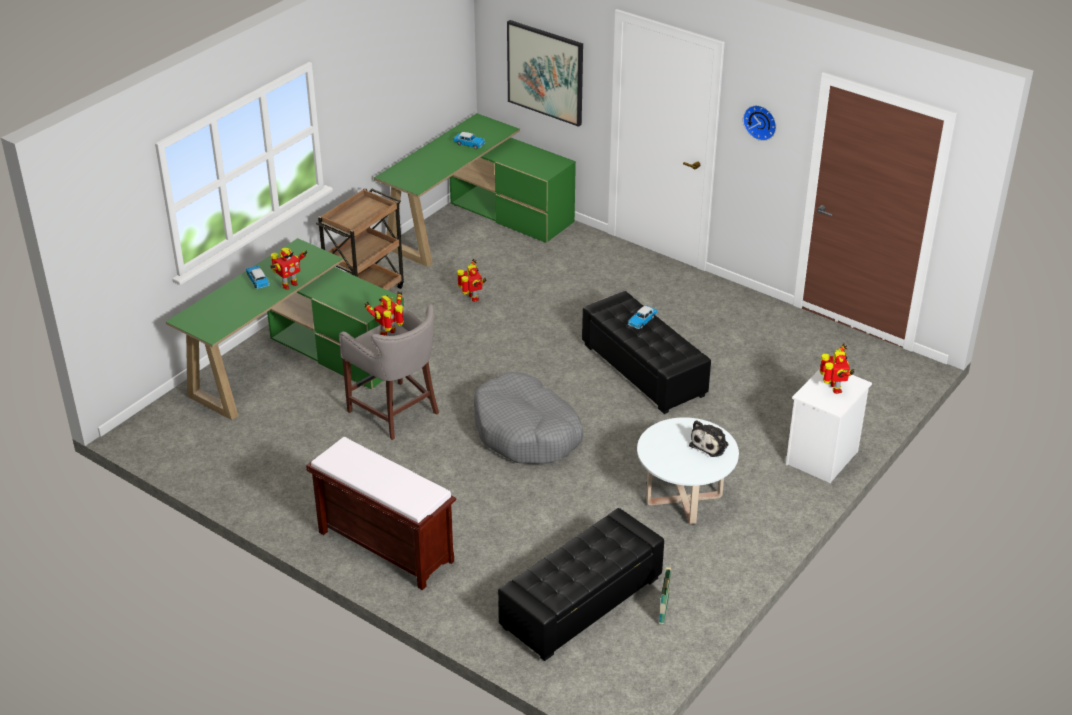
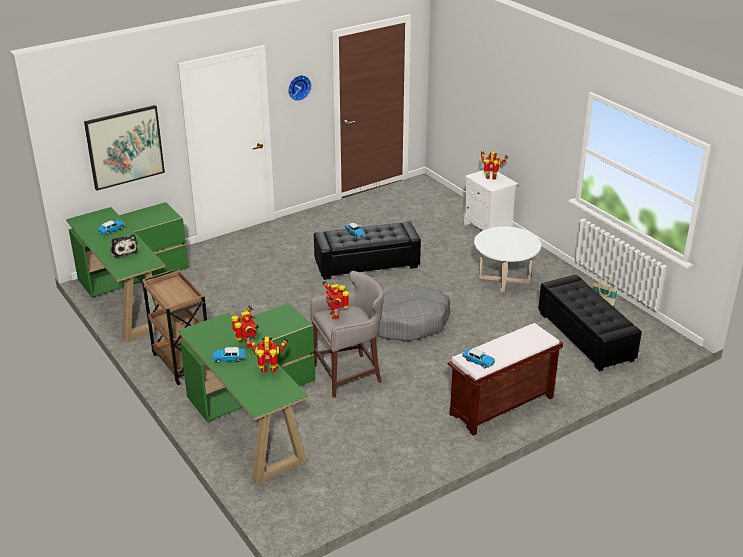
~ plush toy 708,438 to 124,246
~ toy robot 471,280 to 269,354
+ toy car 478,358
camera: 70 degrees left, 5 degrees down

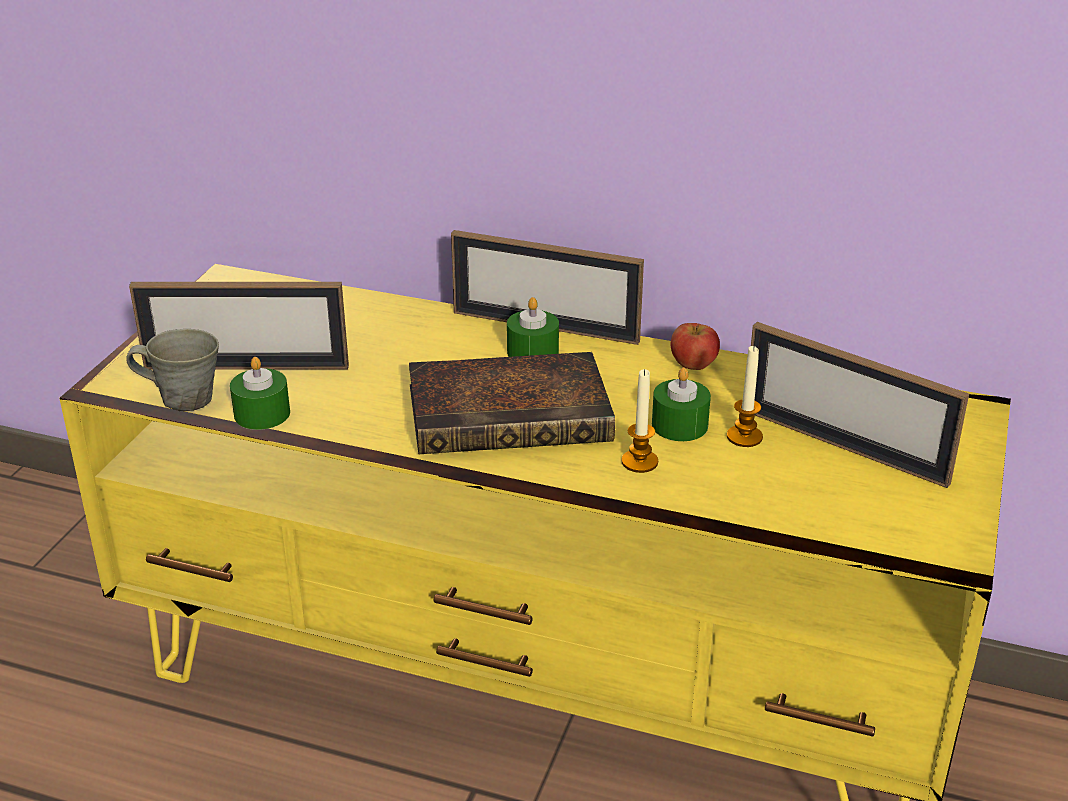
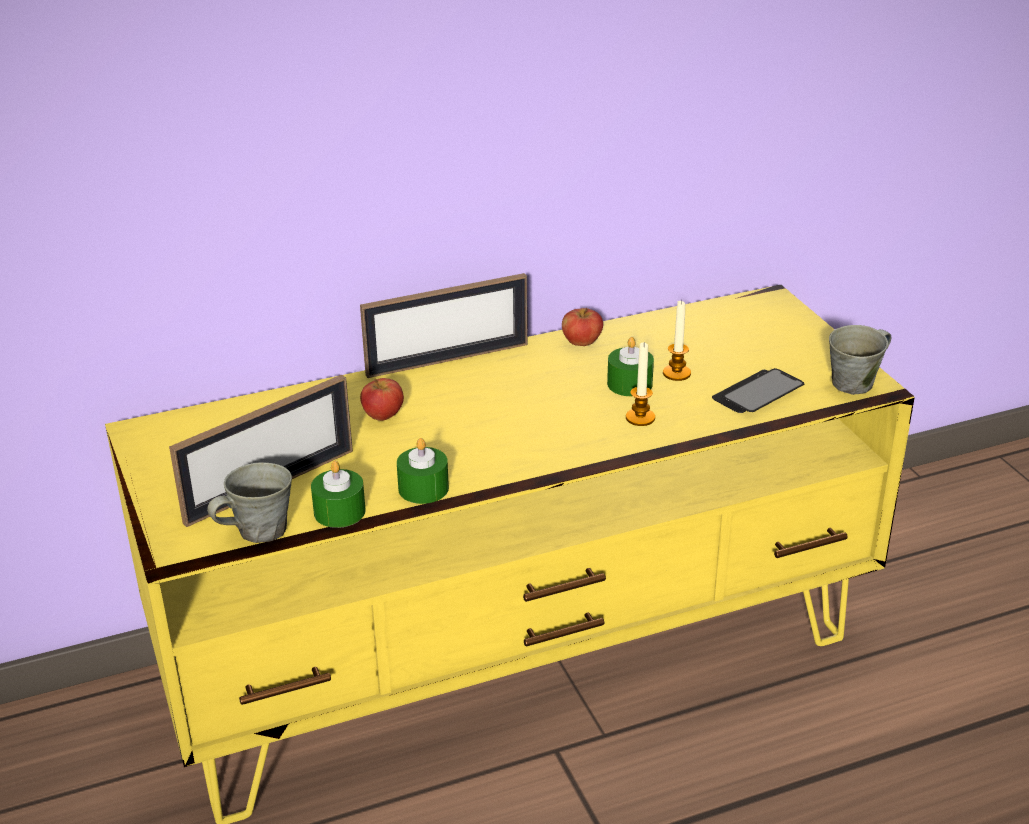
+ apple 382,399
~ candle/green 533,327 to 423,471
+ phone 758,390
+ mug/grey 860,360
- book 512,403
- picture frame 860,405
camera: 40 degrees left, 0 degrees up

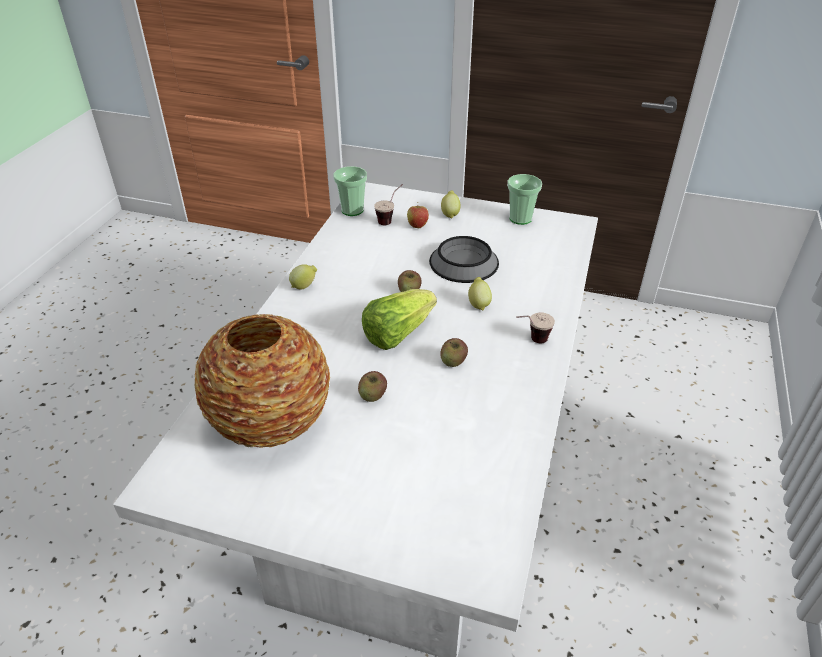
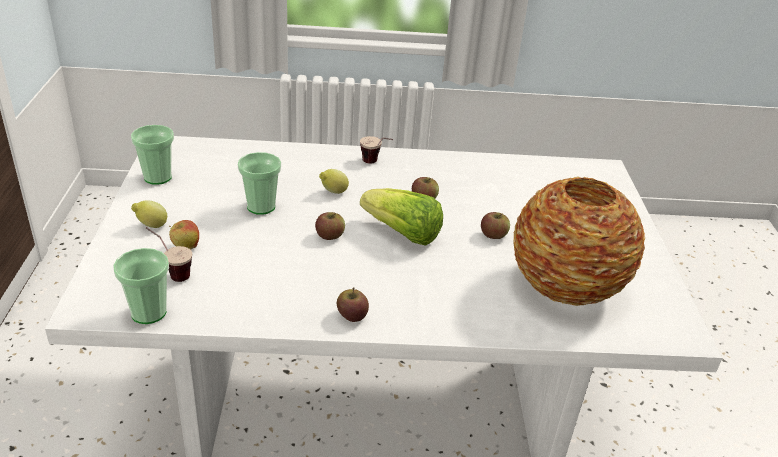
~ bowl 464,259 to cup 259,183
~ lemon 303,277 to apple 353,304
camera: 110 degrees left, 5 degrees down

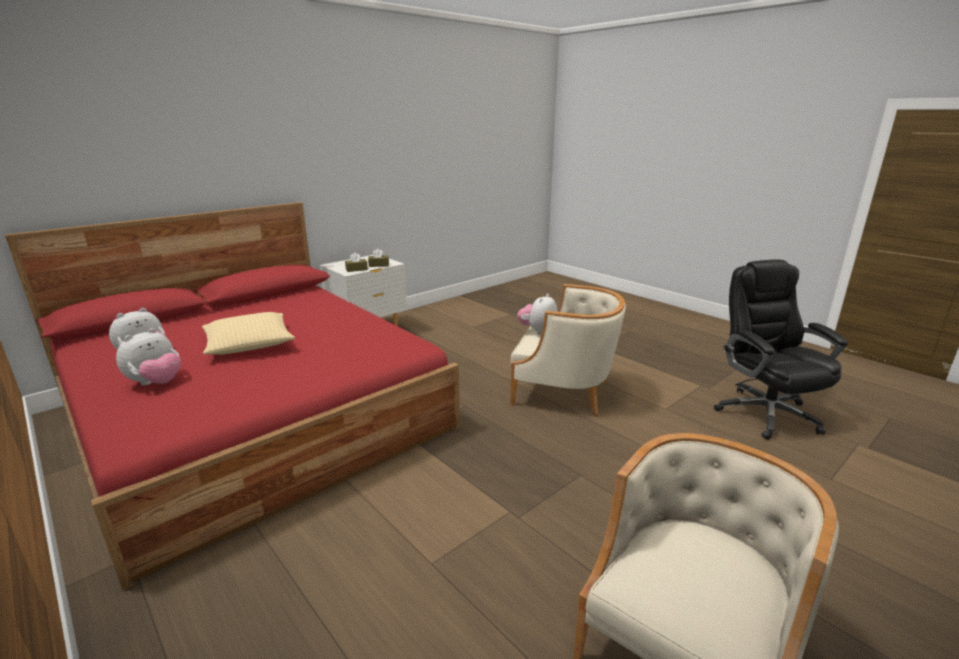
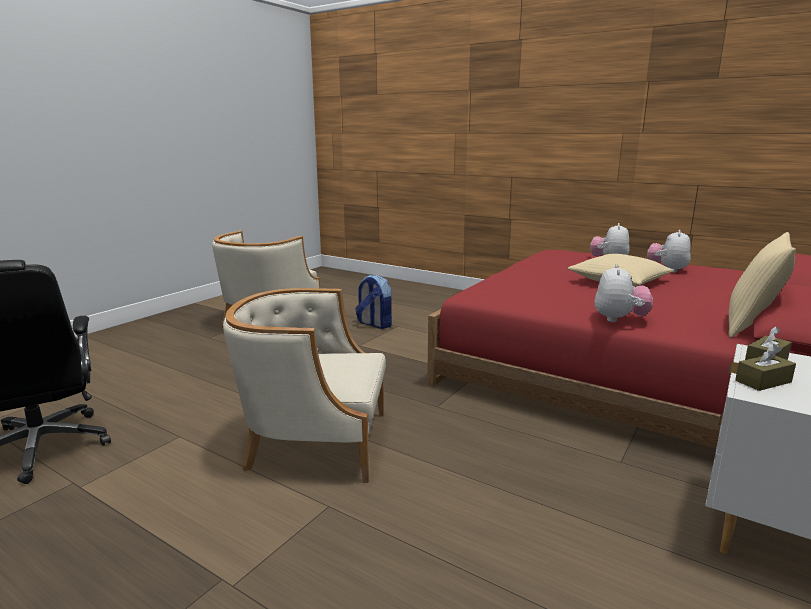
+ backpack 373,302
~ plush toy 537,314 to 624,293
+ pillow/beige 762,285
camera: 165 degrees right, 5 degrees down

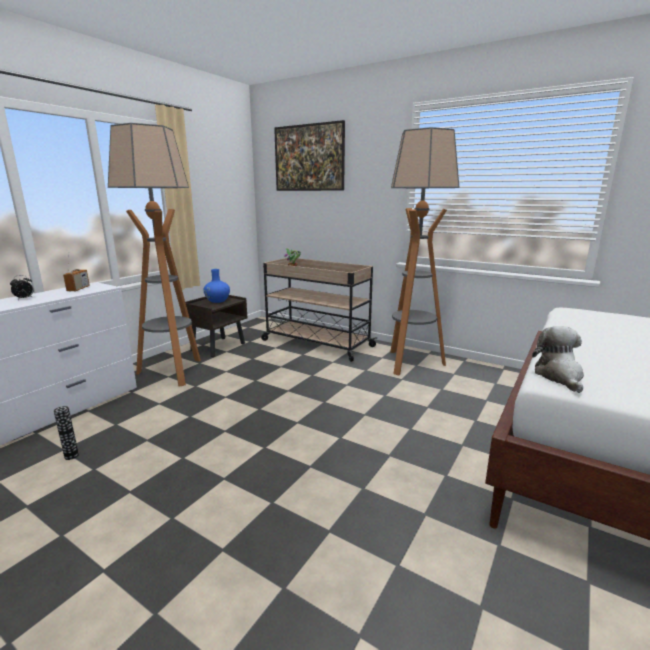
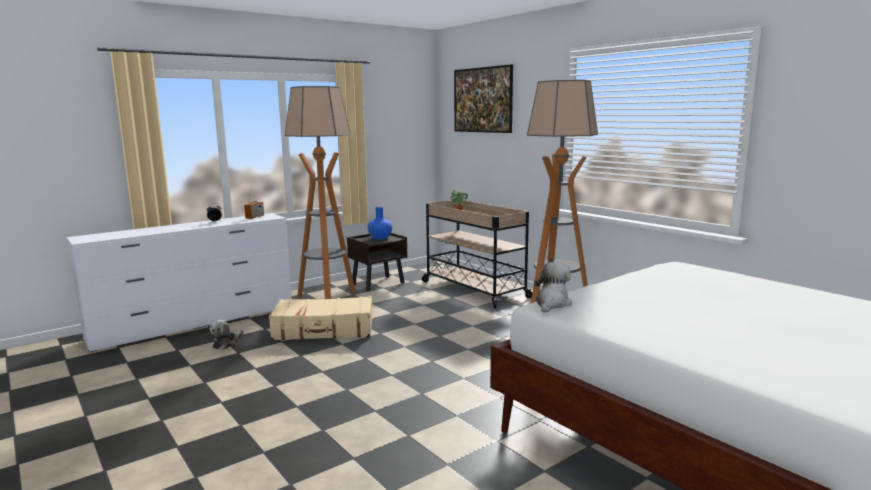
~ vase 66,433 to plush toy 226,335
+ suitcase/beige 321,318
camera: 20 degrees right, 5 degrees down

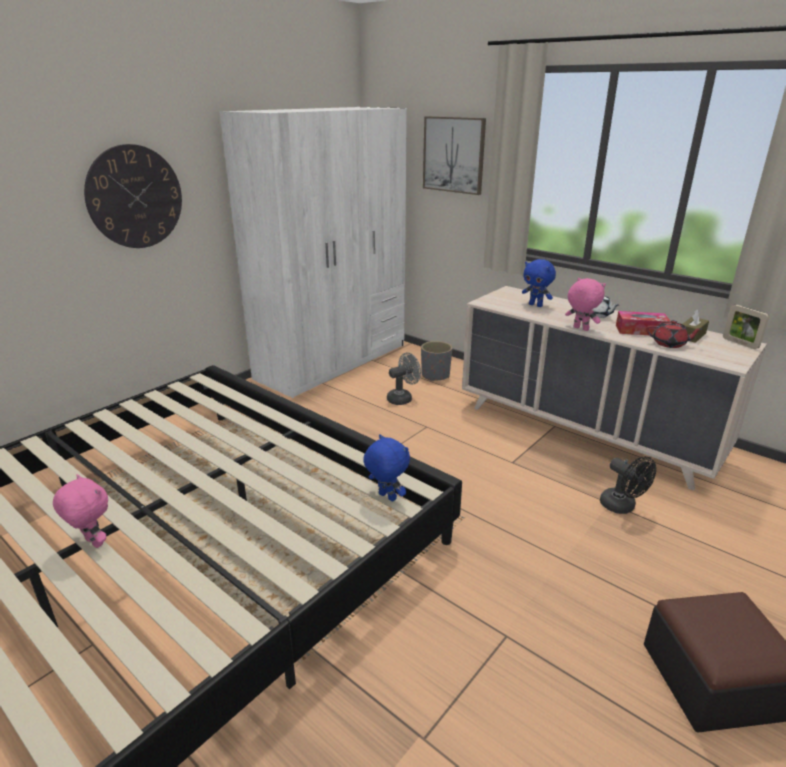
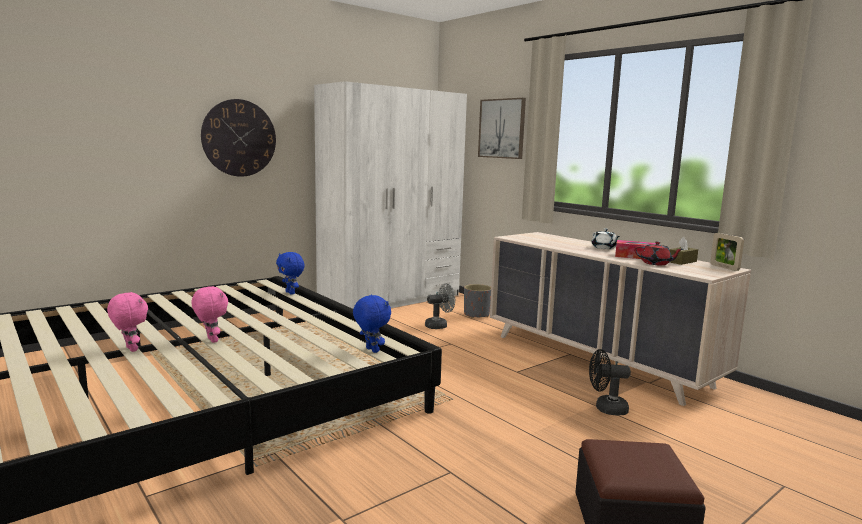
~ plush toy/pink 585,304 to 209,314
~ plush toy/blue 539,283 to 290,273
~ fan/black 628,485 = 610,382 120 degrees clockwise
camera: 10 degrees right, 15 degrees down

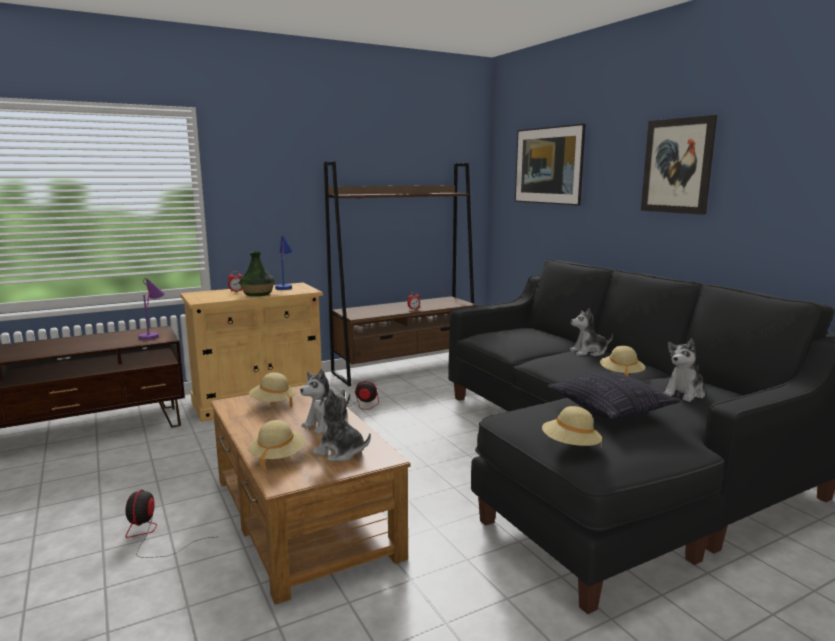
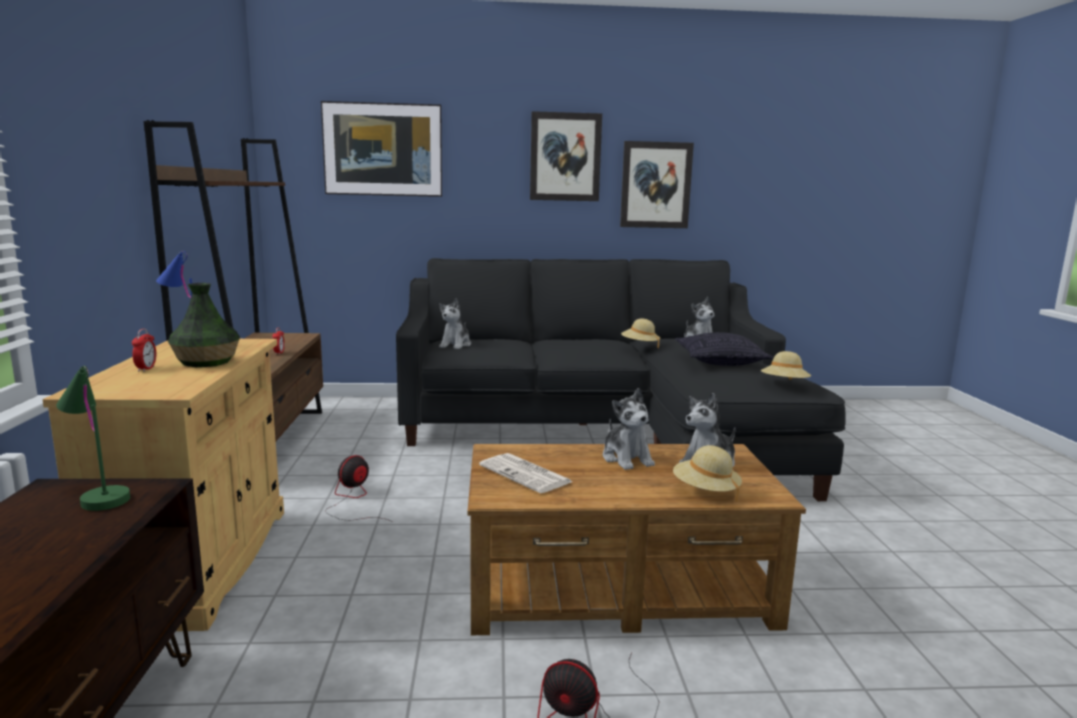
~ table lamp/purple 151,309 to table lamp/green 93,438
~ plush toy 591,332 to 455,323
~ hat/beige 272,389 to newspaper 525,473
+ picture 657,184
camera: 65 degrees left, 0 degrees up

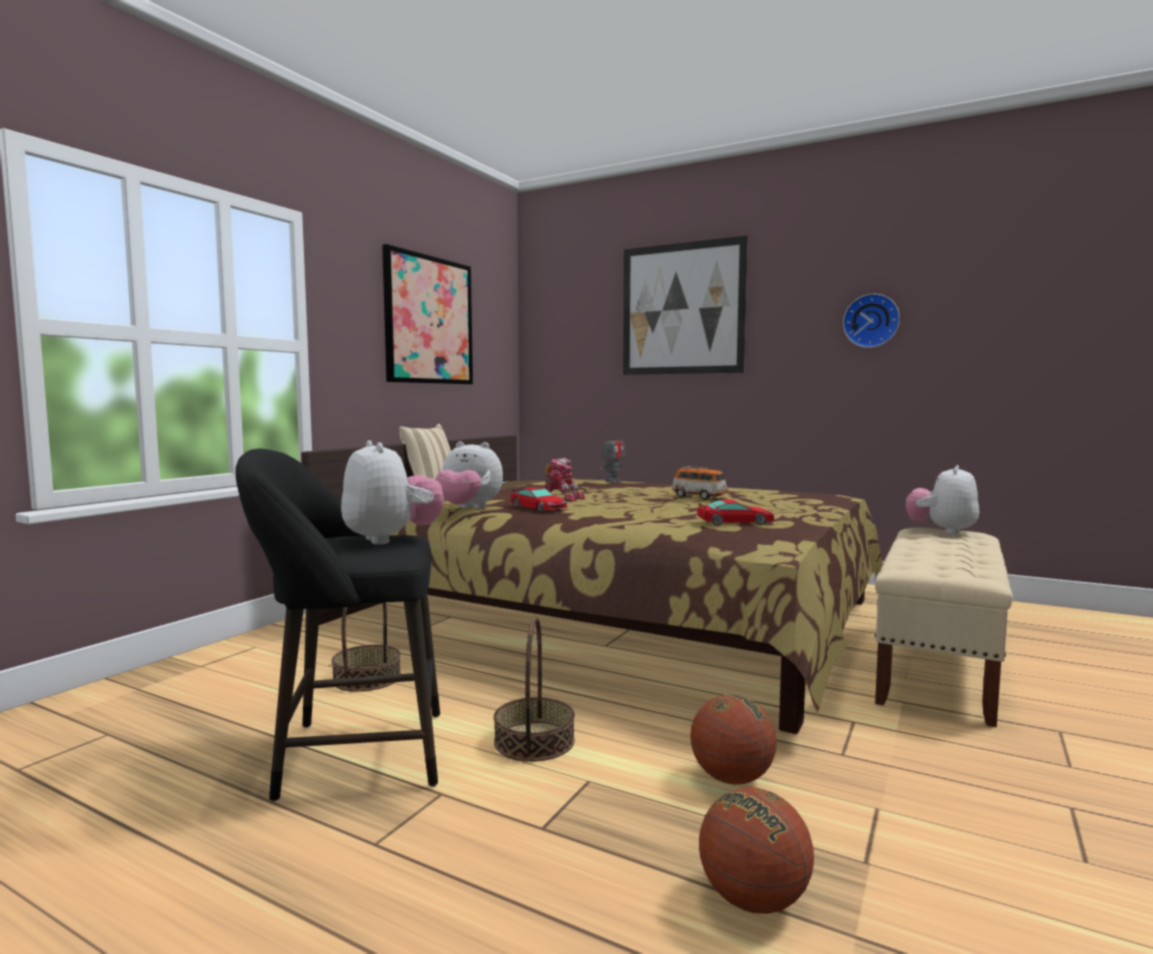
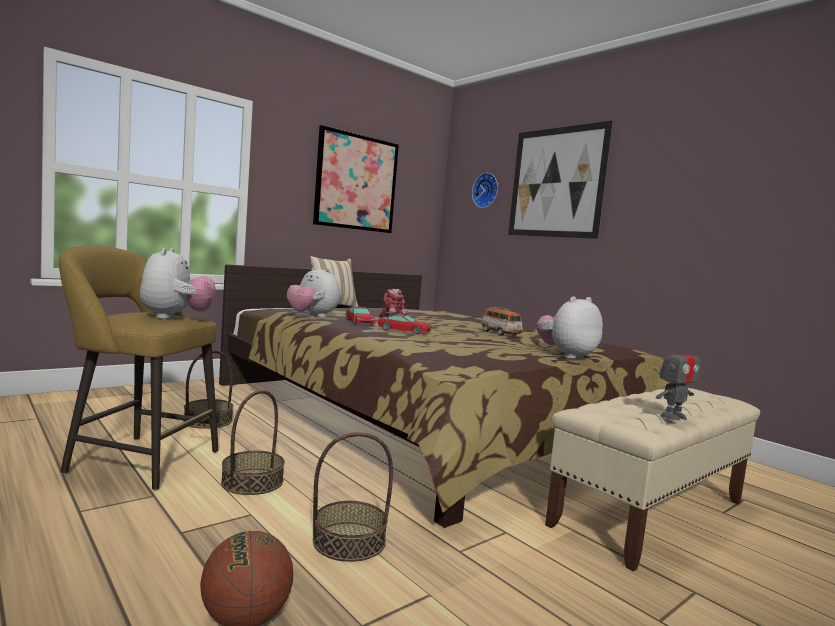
~ stool/black 337,625 to stool/yellow 138,368
~ basketball 733,739 to basket 353,497
~ toy car 735,512 to 404,324
~ wall clock 871,321 to 485,190
~ plush toy 942,500 to 569,327
~ toy robot 613,457 to 678,381
camera: 20 degrees right, 0 degrees up

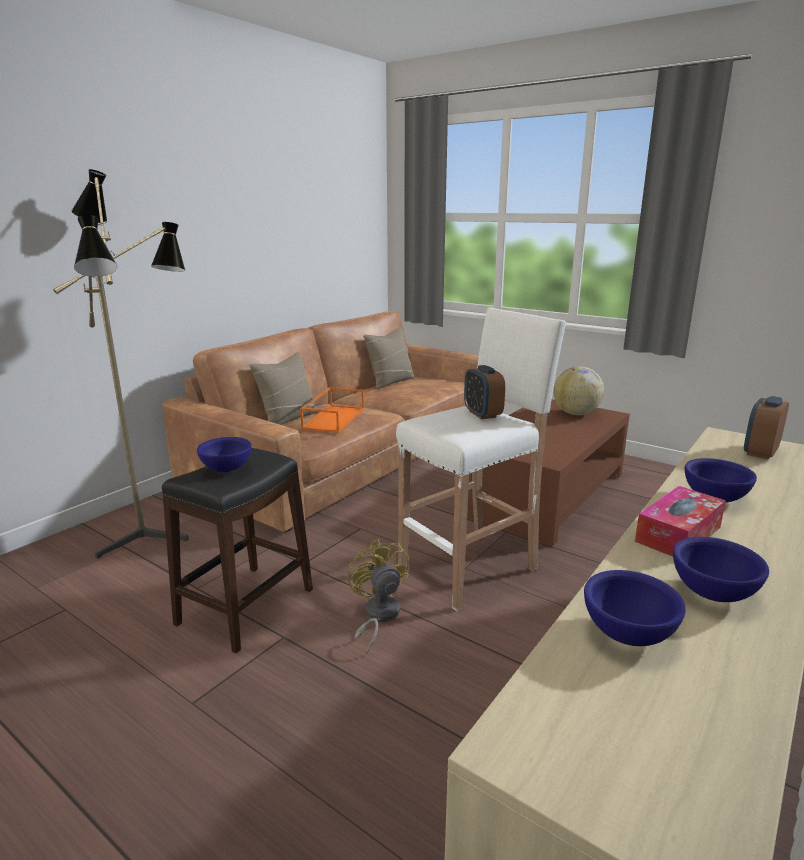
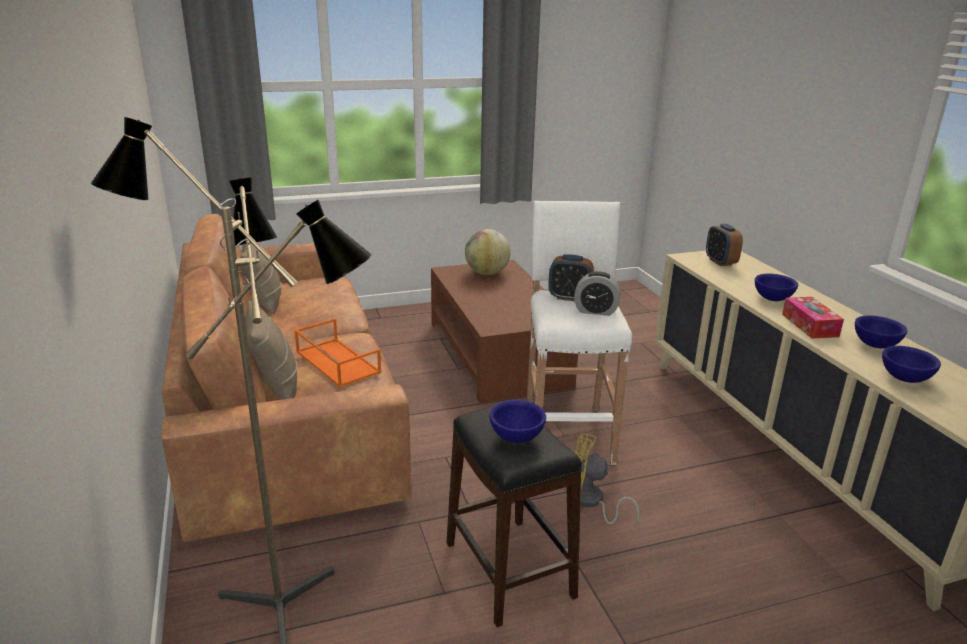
+ alarm clock 597,293
camera: 55 degrees left, 5 degrees up

